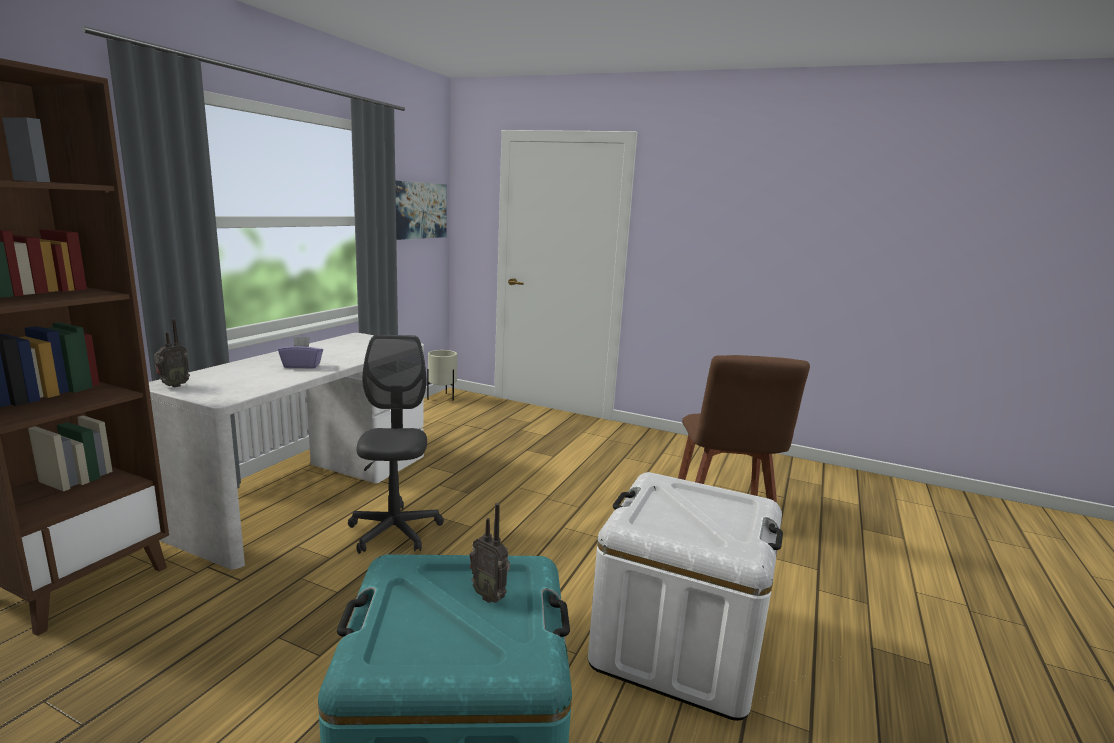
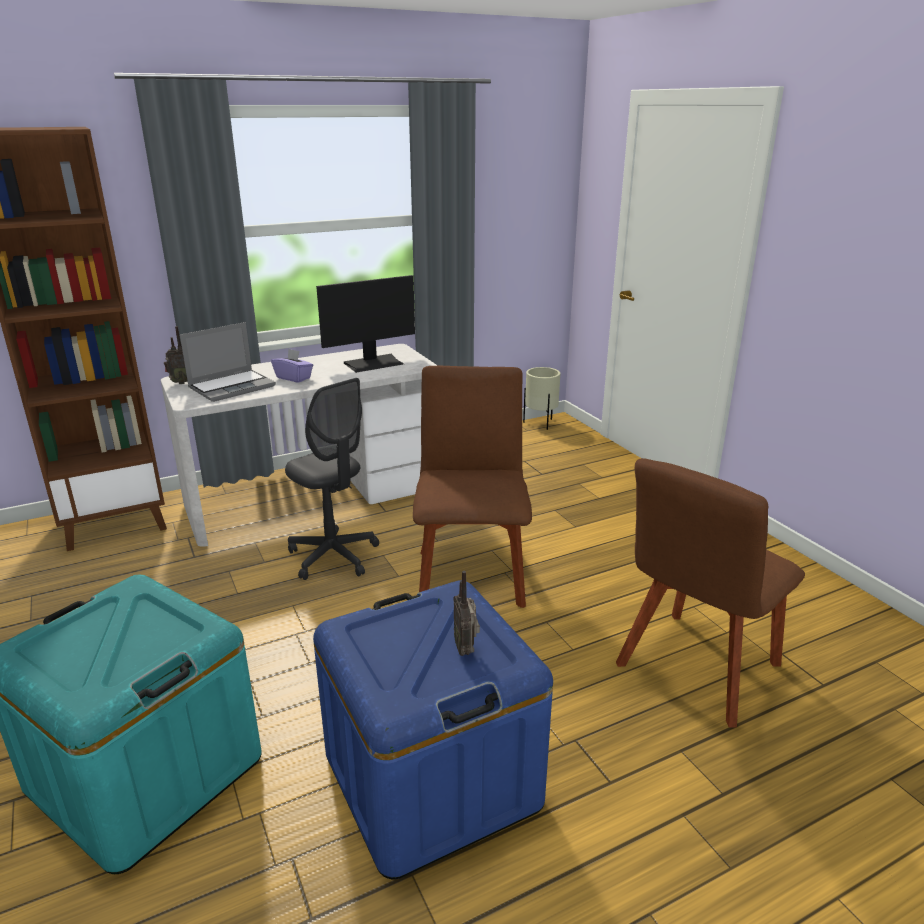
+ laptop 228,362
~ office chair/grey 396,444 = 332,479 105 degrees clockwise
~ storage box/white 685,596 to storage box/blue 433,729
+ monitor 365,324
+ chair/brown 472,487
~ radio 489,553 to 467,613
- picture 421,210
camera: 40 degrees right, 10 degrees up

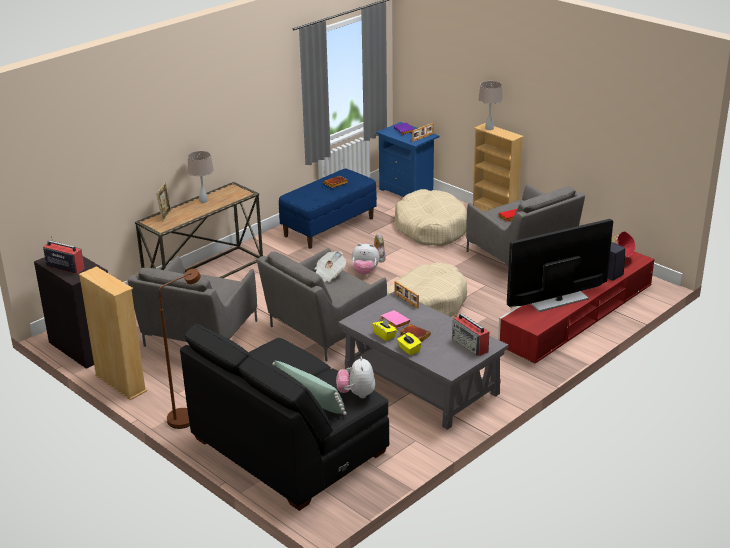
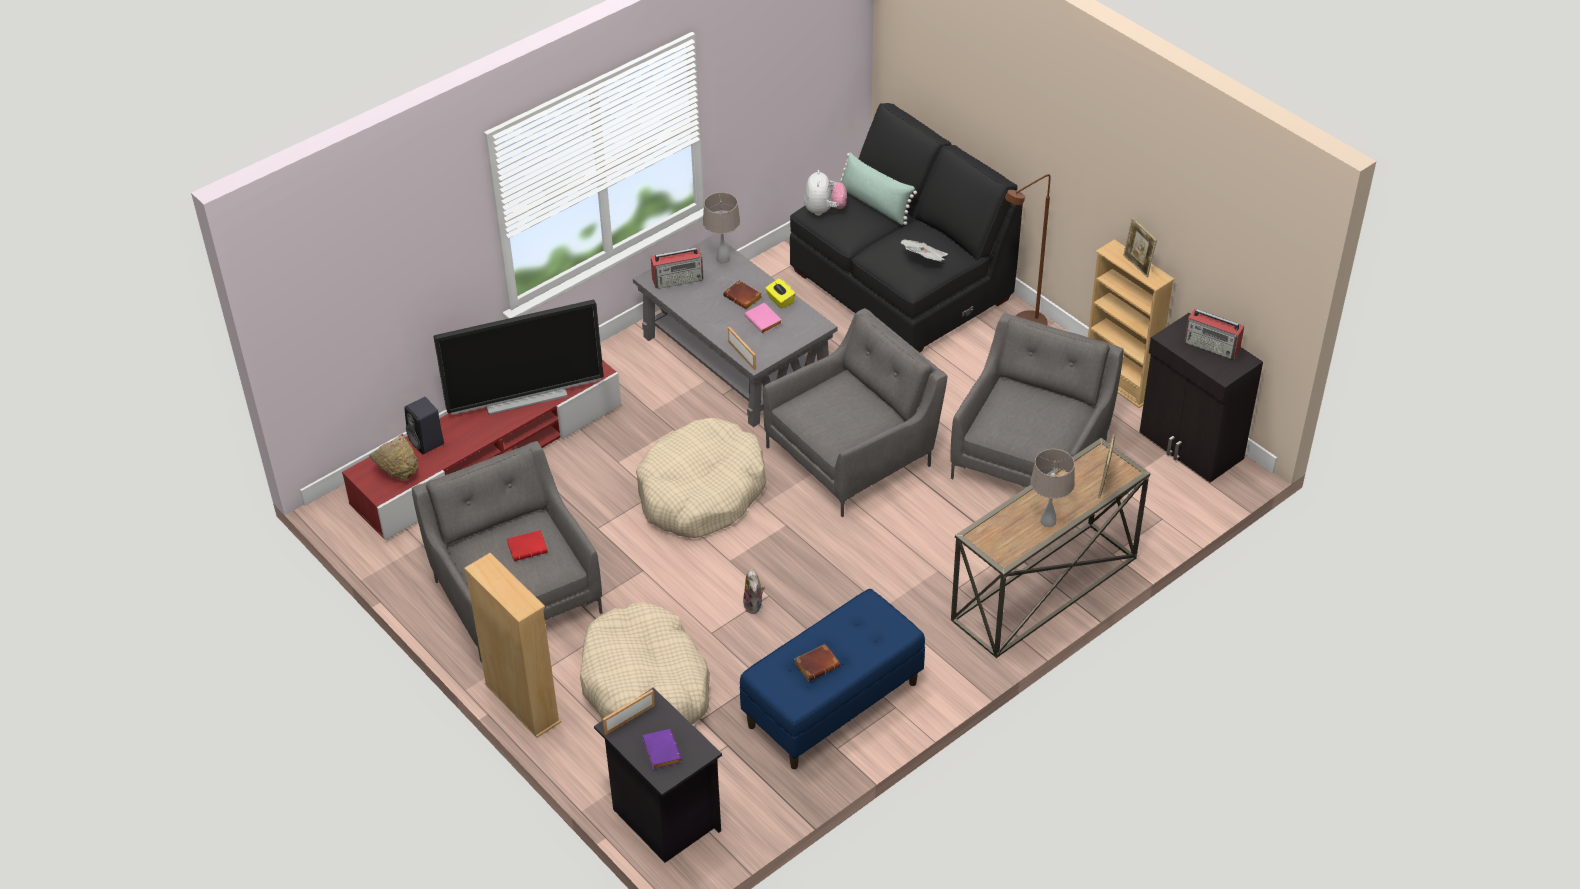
~ nightstand/blue 408,159 to nightstand/black 658,775
~ radio 470,334 = 677,268 105 degrees clockwise
~ table lamp/beige 490,105 to 721,228
~ newspaper 330,266 to 924,250
+ picture frame 1140,247
- plush toy 366,259
- tissue box/yellow 409,343
camera: 175 degrees left, 15 degrees up

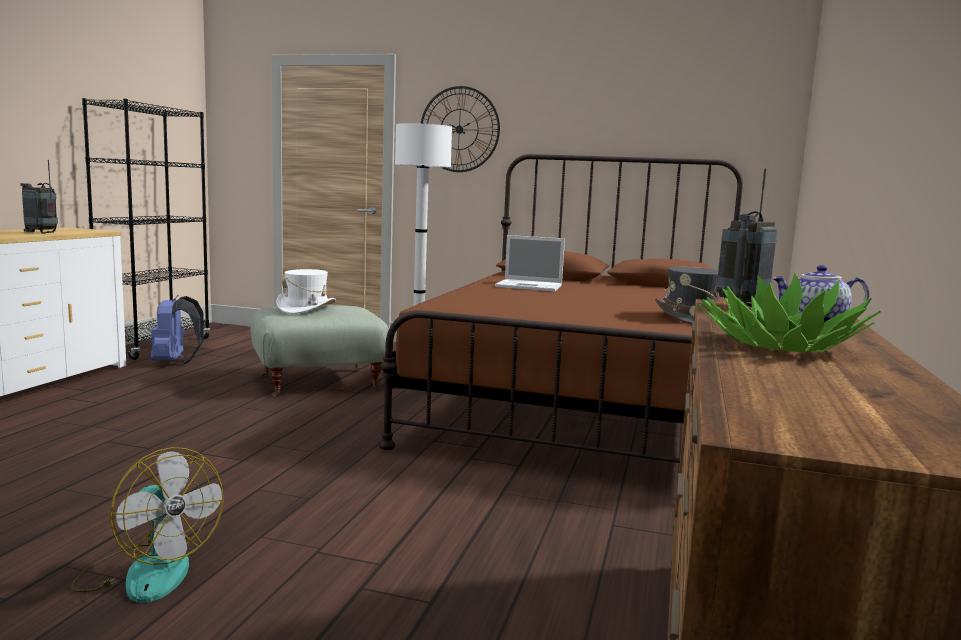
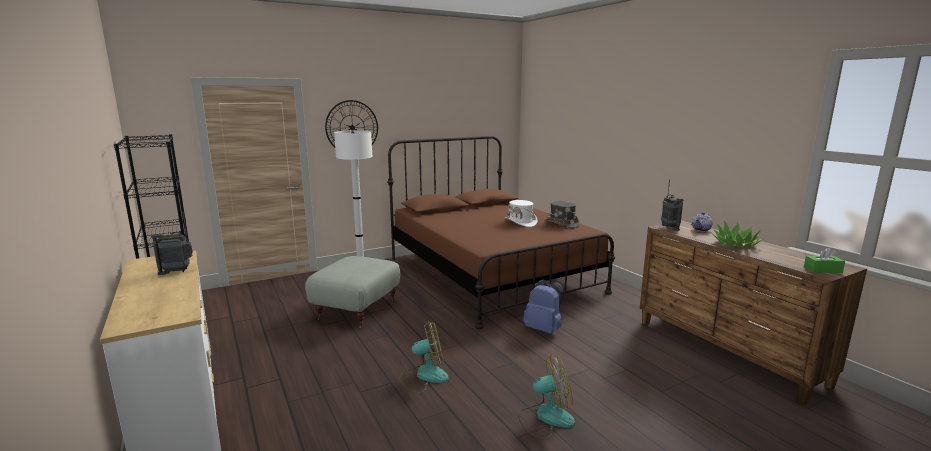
+ fan 424,357
~ hat/white 306,291 to 521,213
~ backpack/blue 177,329 to 543,307
+ tissue box/green 824,260
- laptop 530,263
camera: 45 degrees left, 5 degrees up

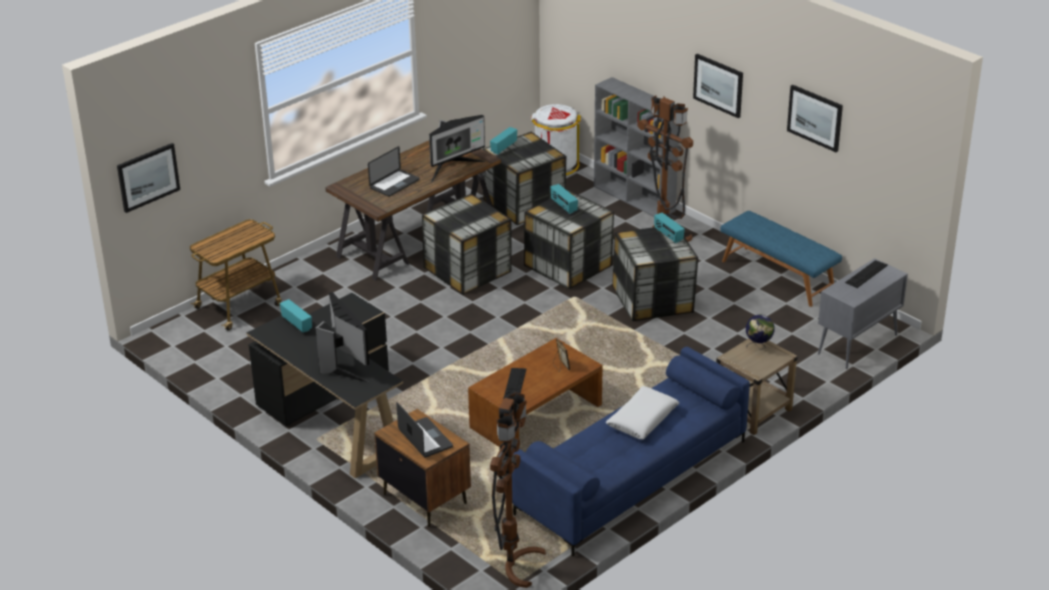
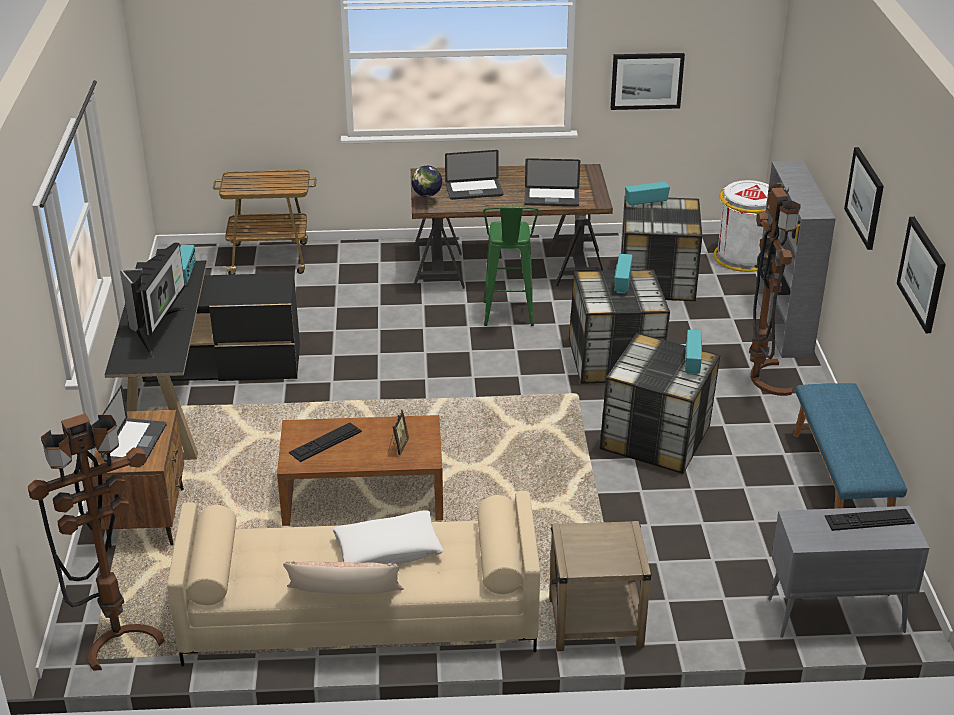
~ sofa/blue 631,451 to sofa/beige 353,578
+ pillow 343,577
~ globe 760,332 to 426,185
~ storage box 467,244 to stool/green 511,266
~ monitor 457,148 to laptop 552,182
~ picture 148,178 to 648,81
camera: 40 degrees right, 0 degrees up

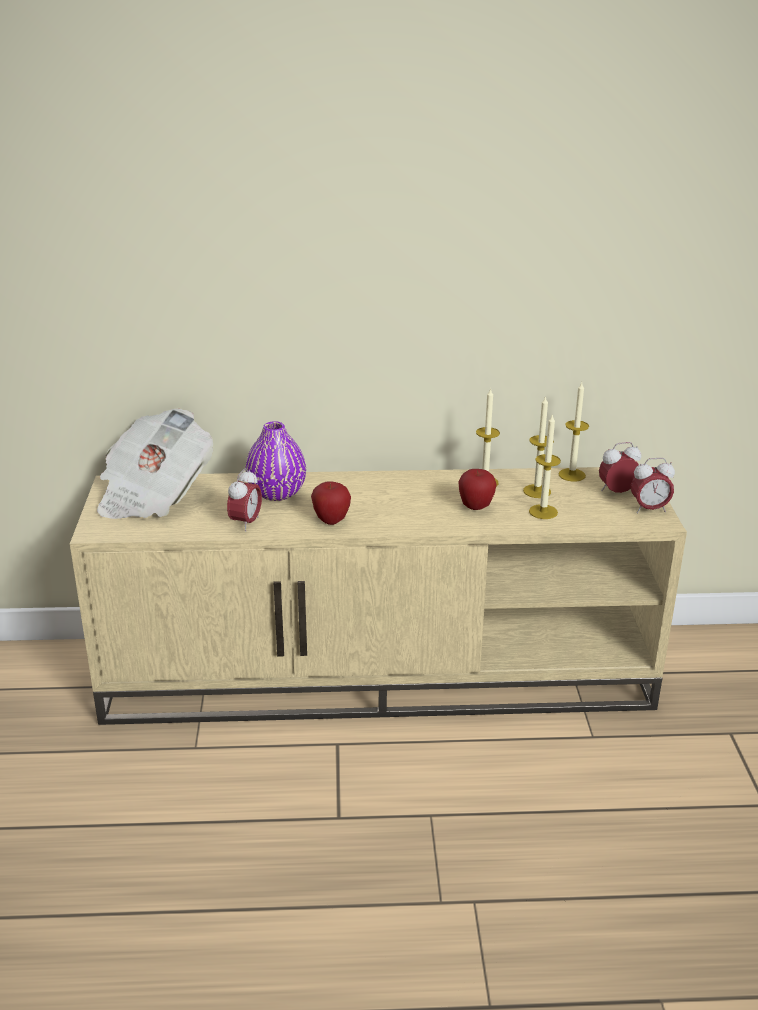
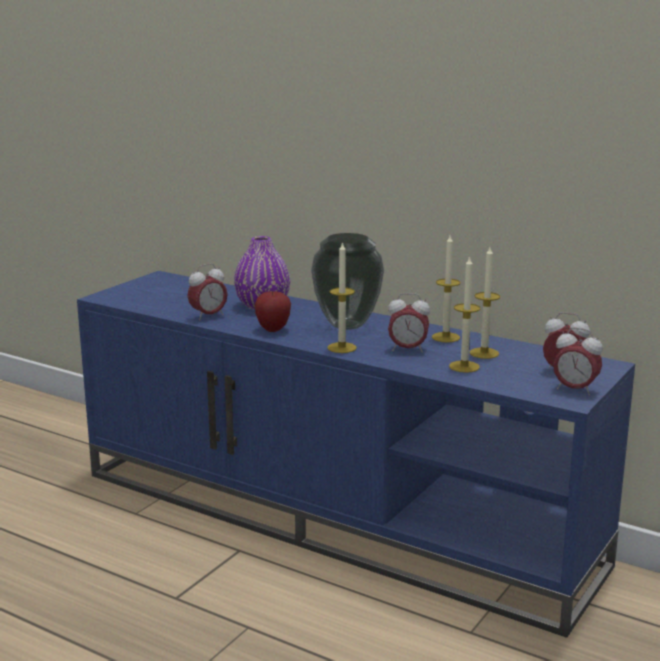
~ tv stand/beige 378,596 to tv stand/blue 356,454
+ vase 347,281
~ candle 573,432 to 342,297
~ apple 477,489 to alarm clock 409,323
- newspaper 155,463
camera: 35 degrees right, 10 degrees down

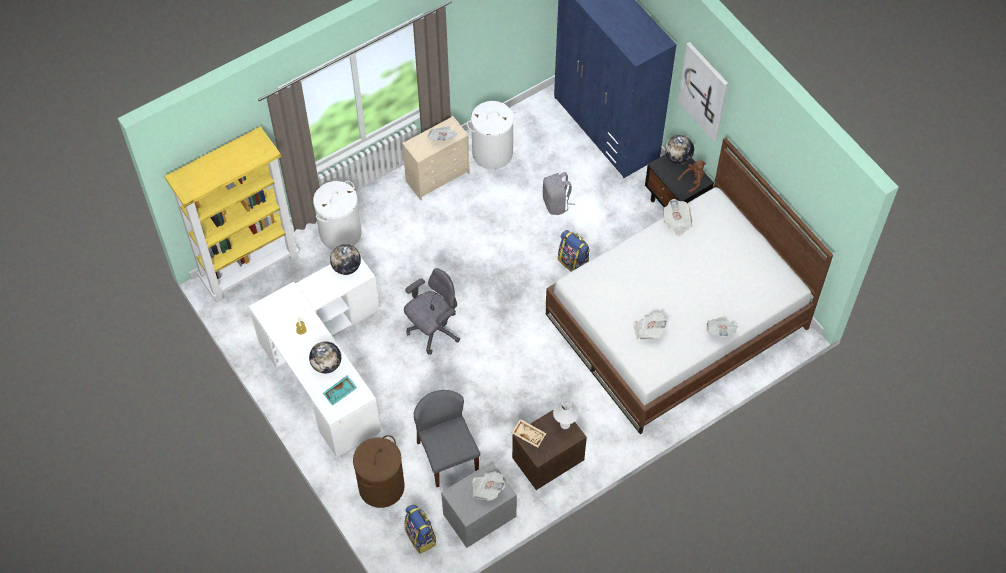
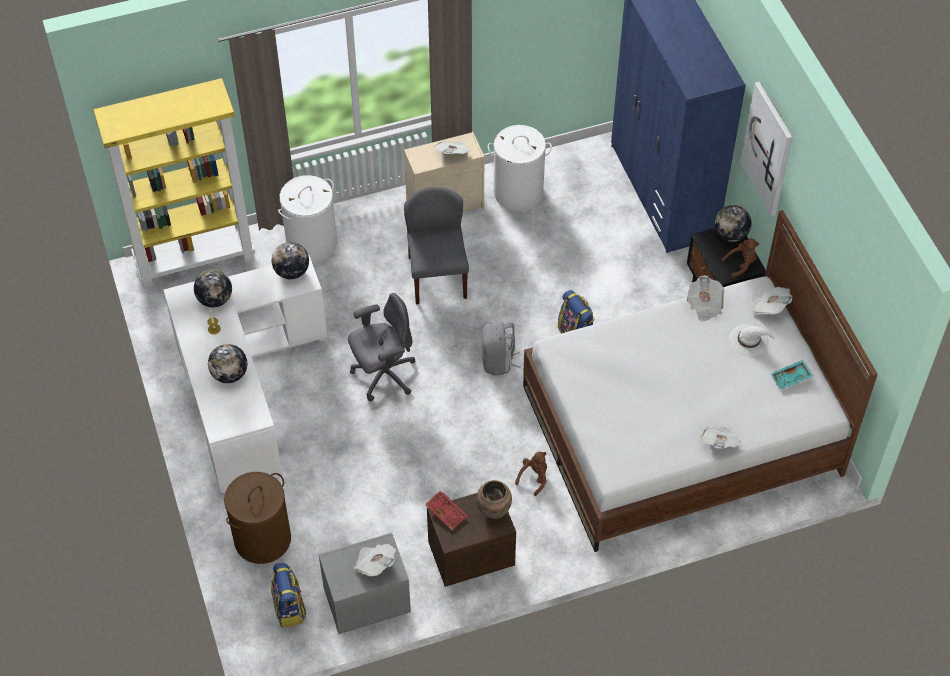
+ globe 213,288
~ chair/grey 447,438 to 436,245
~ tray/beige 529,433 to tray/red 446,510
~ table lamp/white 566,415 to vase/brown 494,499
~ backpack/grey 559,193 to 501,349
+ plush toy/brown 531,474
+ hat/white 753,340
~ newspaper 650,326 to 771,301
~ tray/turquoise 340,391 to 791,375
camera: 15 degrees right, 5 degrees down

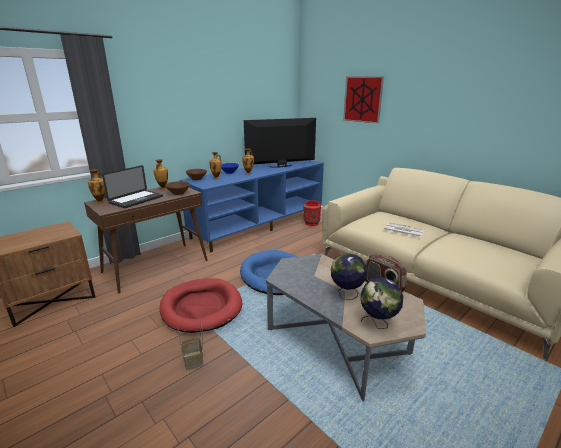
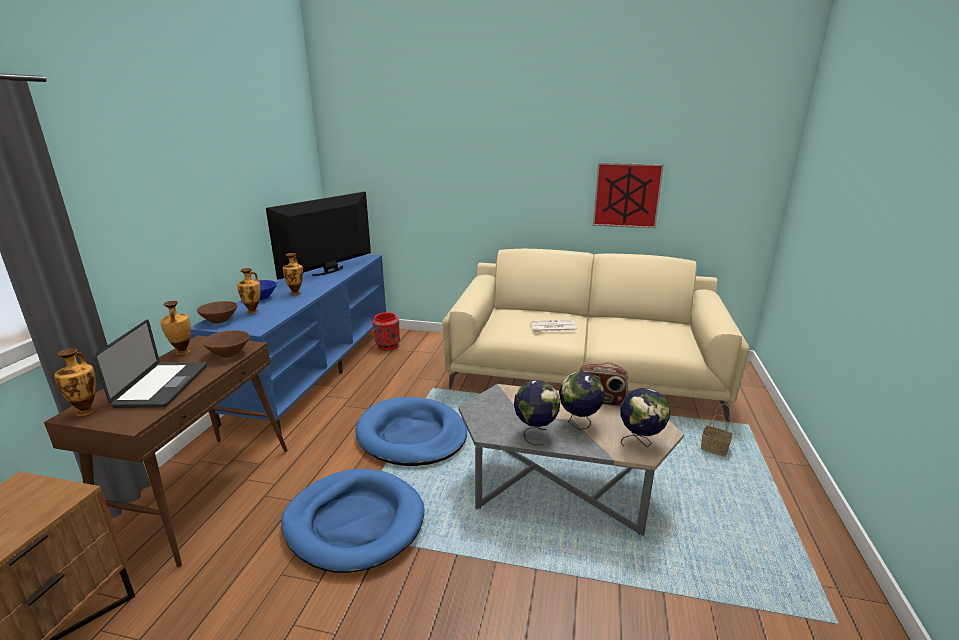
~ dog bed/red 201,305 to dog bed/blue 353,521
+ globe 537,412
~ picture 363,99 to 628,195
~ basket 190,346 to 716,430
camera: 35 degrees left, 0 degrees up

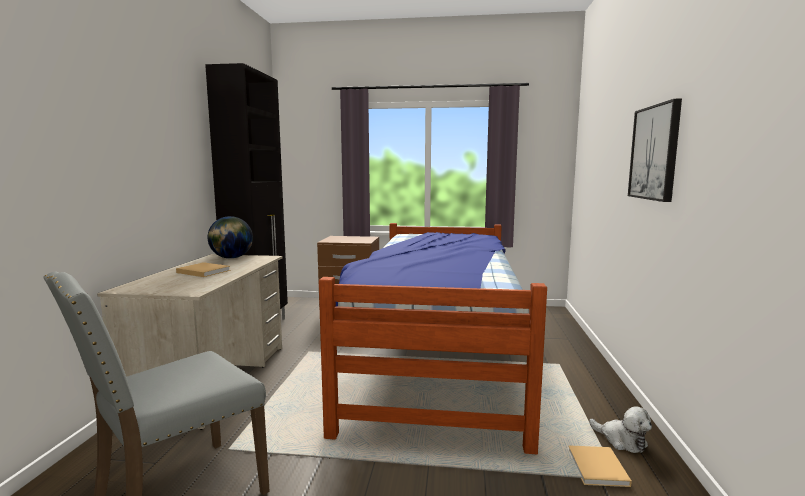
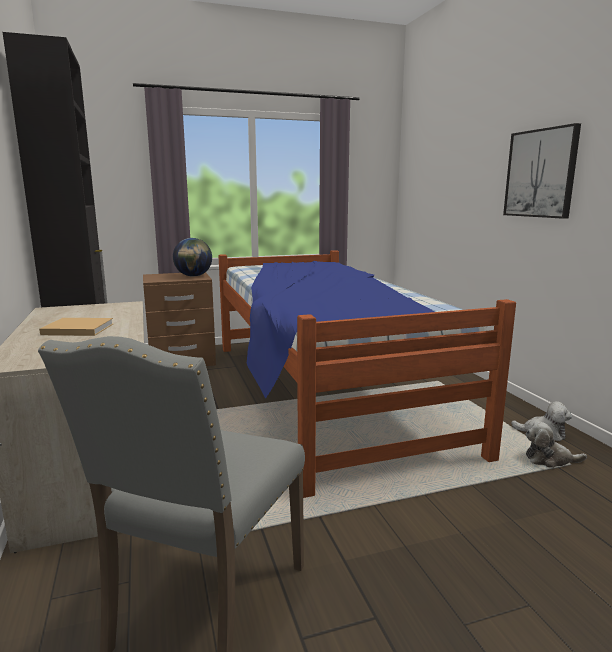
~ globe 230,237 to 192,257
~ book/beige 600,466 to plush toy 556,445
camera: 25 degrees left, 5 degrees up

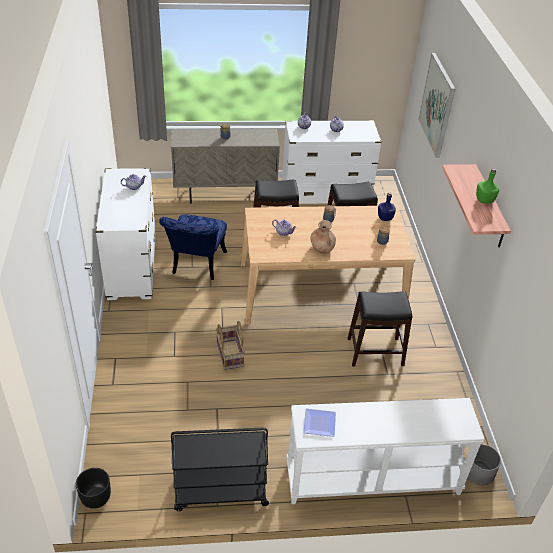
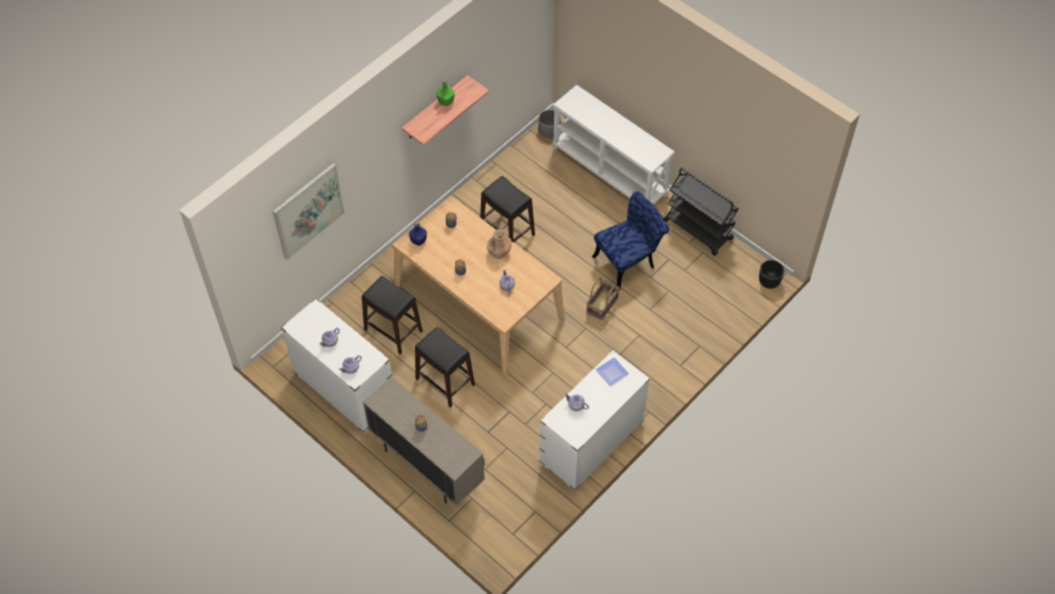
~ chair/blue 193,247 to 630,240
~ plate 319,423 to 612,371
camera: 130 degrees left, 15 degrees up

